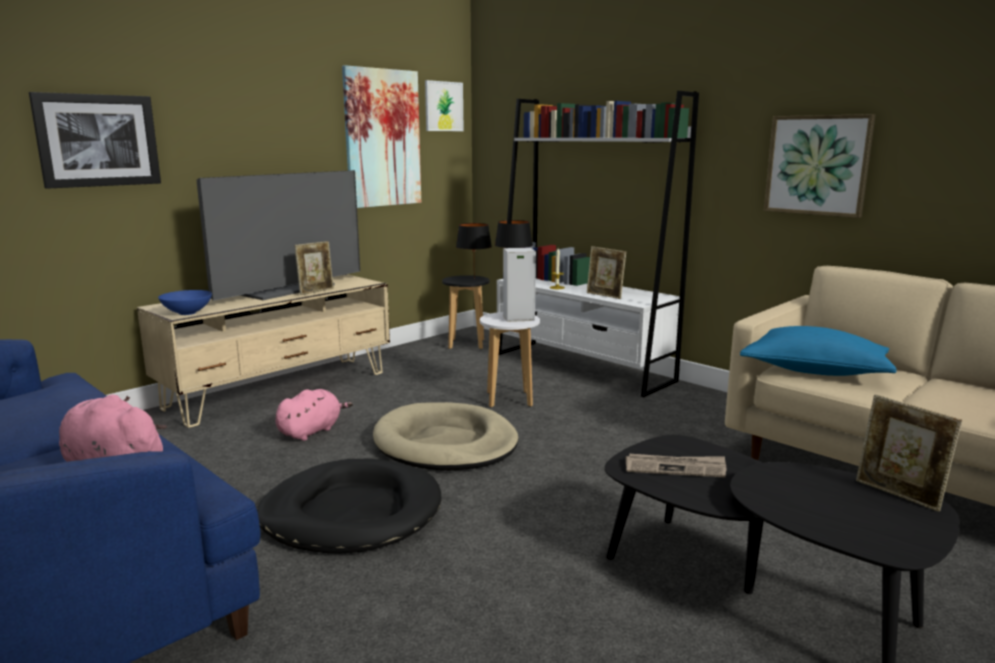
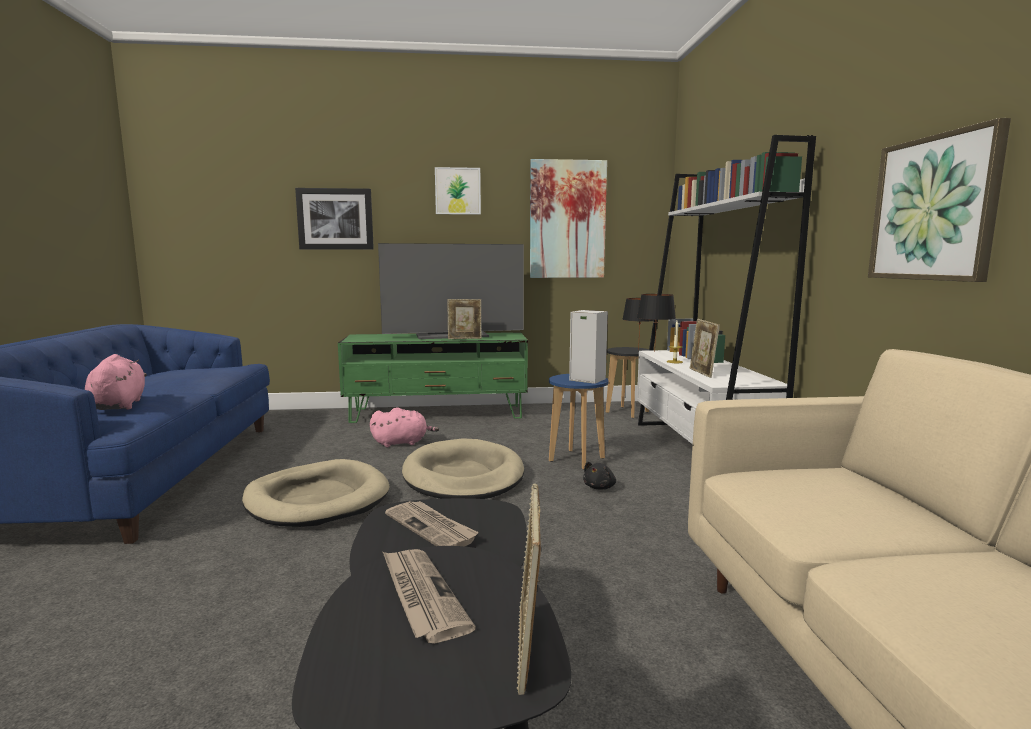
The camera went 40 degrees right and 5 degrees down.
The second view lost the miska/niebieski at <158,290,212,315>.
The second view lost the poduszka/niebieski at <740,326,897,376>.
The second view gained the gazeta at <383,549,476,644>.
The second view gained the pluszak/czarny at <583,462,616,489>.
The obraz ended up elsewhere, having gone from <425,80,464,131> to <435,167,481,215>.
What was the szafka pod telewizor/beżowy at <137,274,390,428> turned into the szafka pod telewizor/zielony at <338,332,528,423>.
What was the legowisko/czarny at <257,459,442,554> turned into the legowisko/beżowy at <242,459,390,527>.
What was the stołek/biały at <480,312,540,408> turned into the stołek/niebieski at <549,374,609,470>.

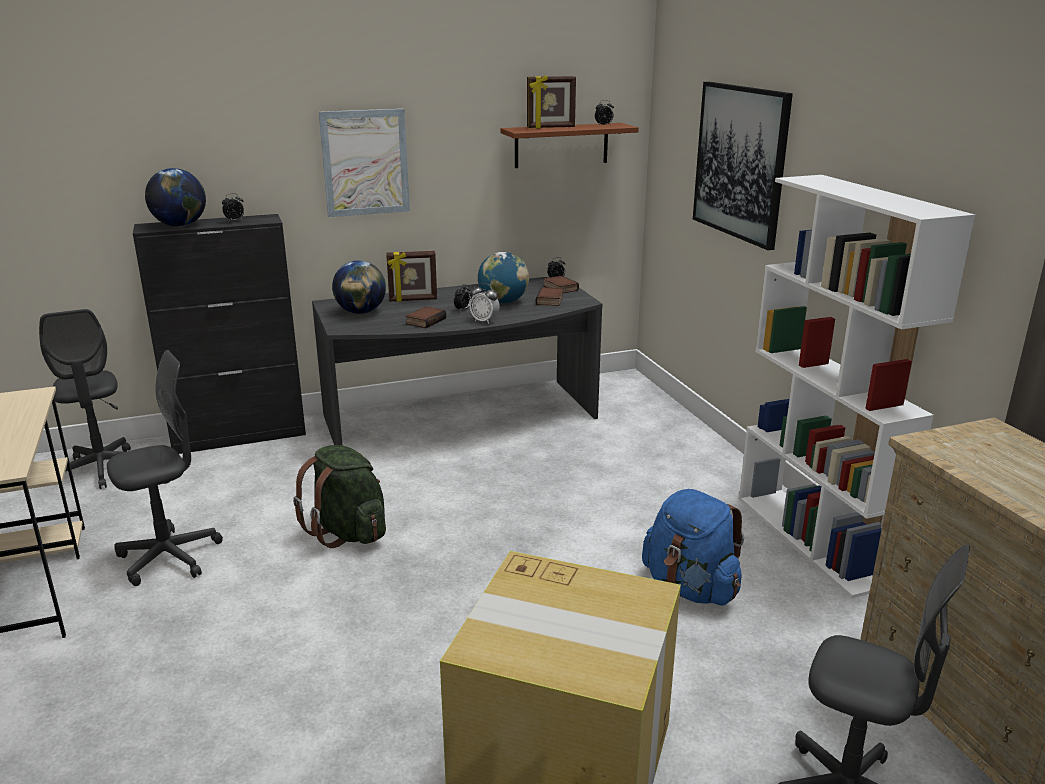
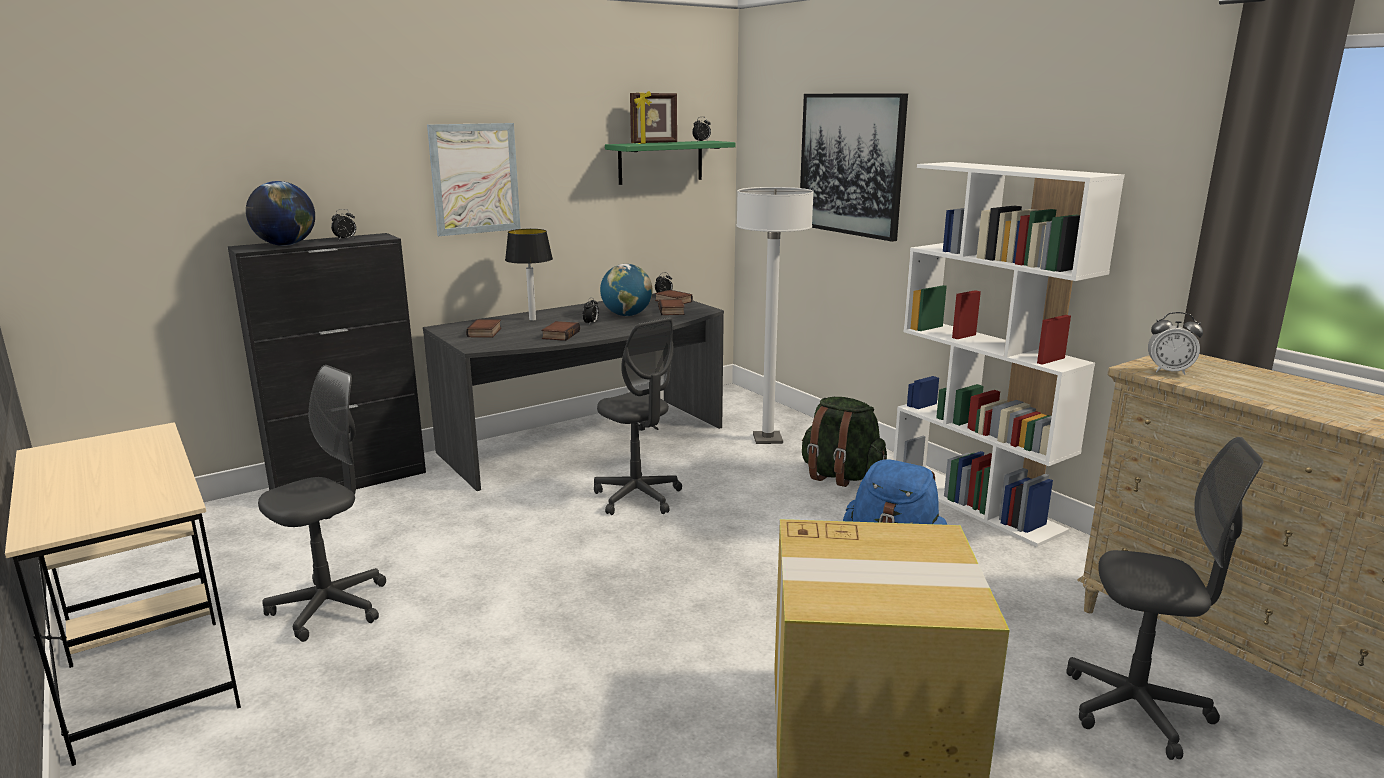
The camera went 15 degrees left and 5 degrees down.
The second view gained the lampa stojąca/biały at <736,187,814,444>.
The krzesło biurowe/szary ended up elsewhere, having gone from <39,309,131,489> to <594,318,682,515>.
The plecak/zielony ended up elsewhere, having gone from <293,445,386,548> to <802,397,887,487>.
The budzik ended up elsewhere, having gone from <469,283,500,324> to <1148,312,1203,375>.
Where the globus stood at <332,260,386,314>, the książka came to stand at <466,319,501,337>.
Where the ramka na zdjęcie stood at <386,251,437,302>, the lampa stołowa came to stand at <505,229,553,321>.
What was the półka/brązowy at <501,123,639,168> turned into the półka/zielony at <605,141,736,185>.

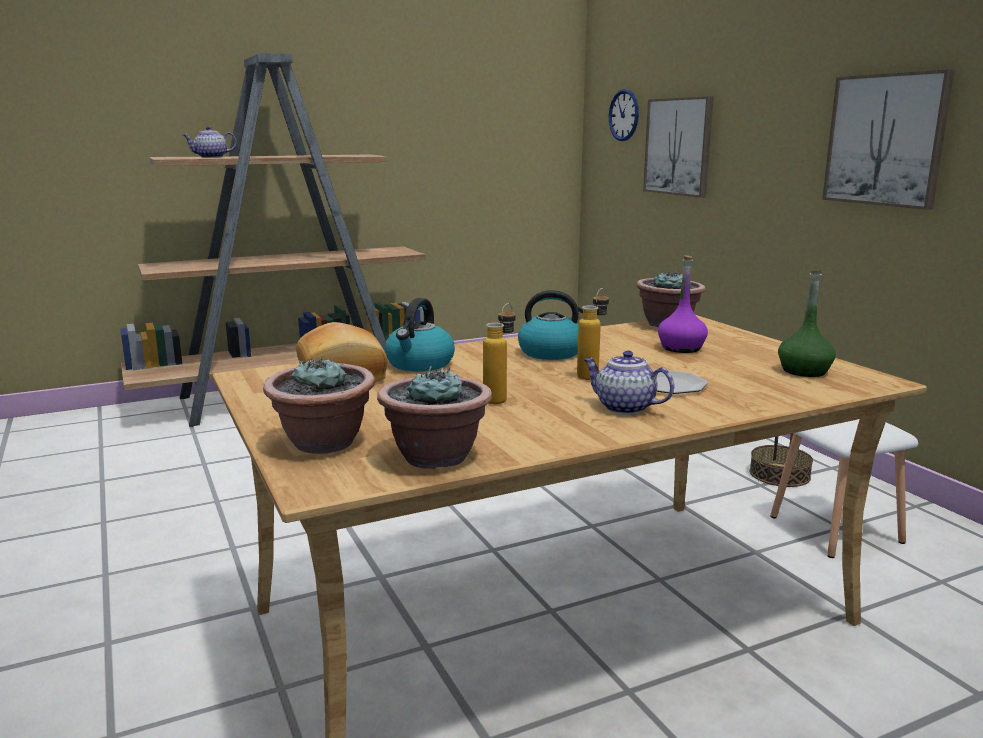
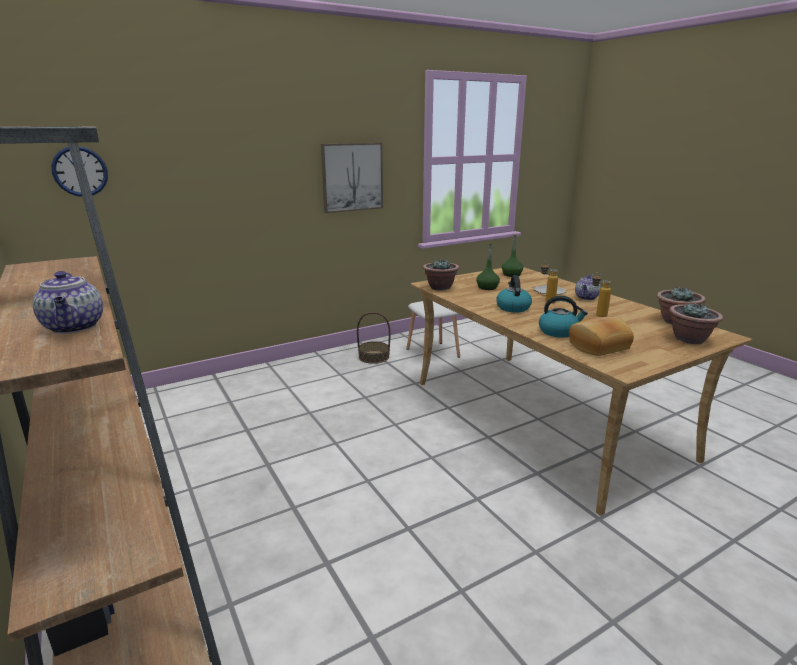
The camera went 95 degrees left and 5 degrees up.
The second view lost the obraz at <643,96,714,198>.
What was the butelka/fioletowy at <658,255,708,353> turned into the butelka/zielony at <476,244,500,290>.

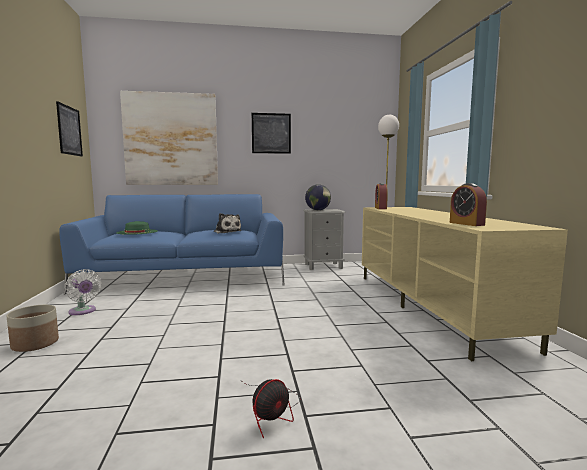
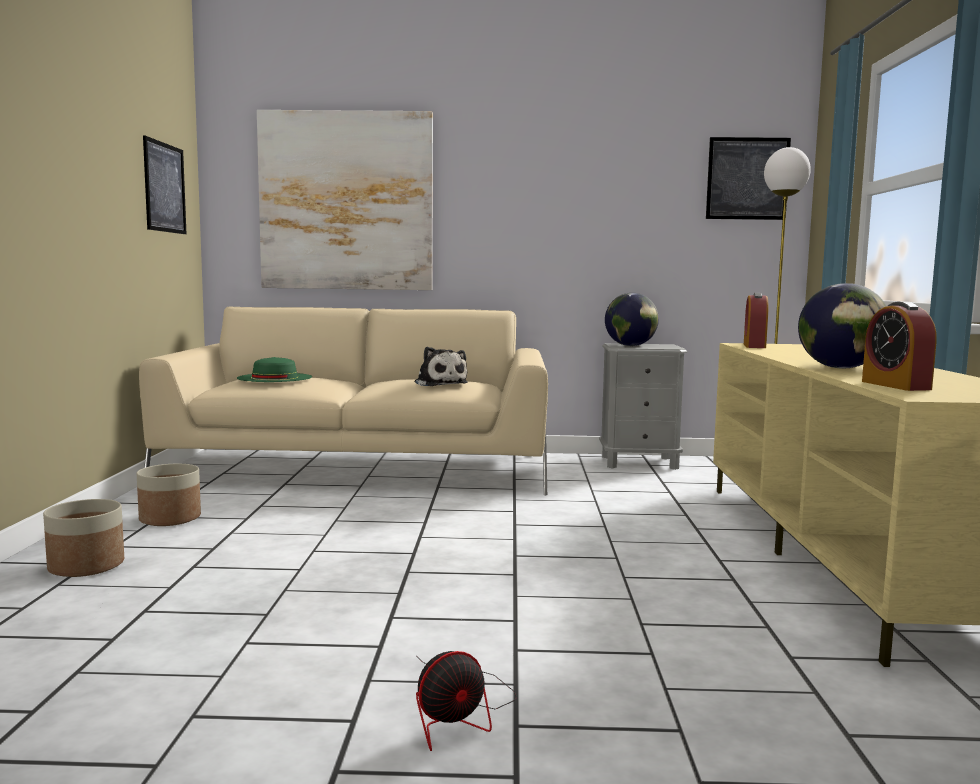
The camera went 10 degrees right and 0 degrees up.
The second view gained the globus at <798,283,886,369>.
The obraz ended up elsewhere, having gone from <252,113,291,154> to <706,137,791,220>.
Where the wentylator/biały stood at <65,269,102,315>, the donica came to stand at <137,464,201,526>.
What was the kanapa/niebieski at <59,194,285,295> turned into the kanapa/beżowy at <139,307,548,495>.

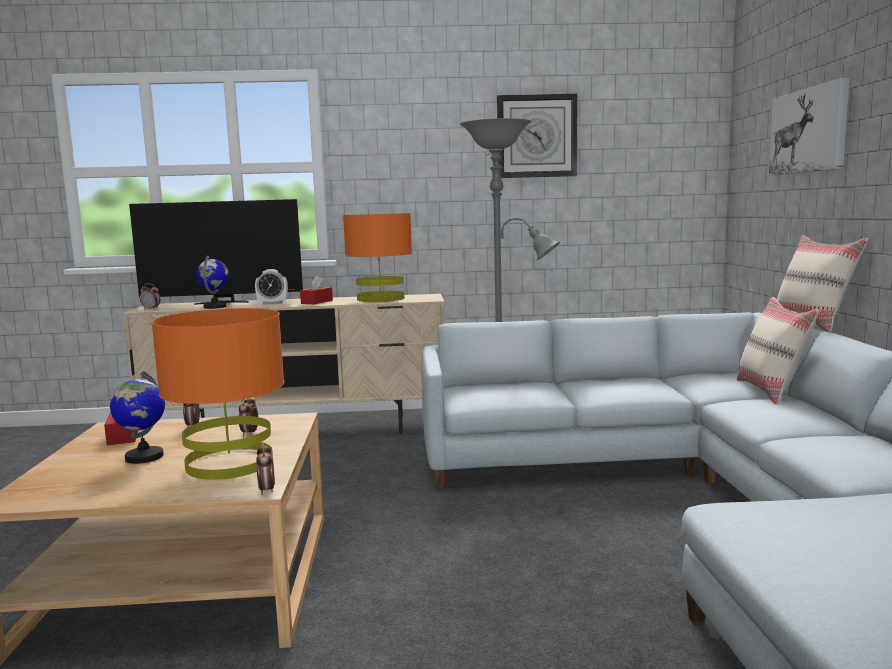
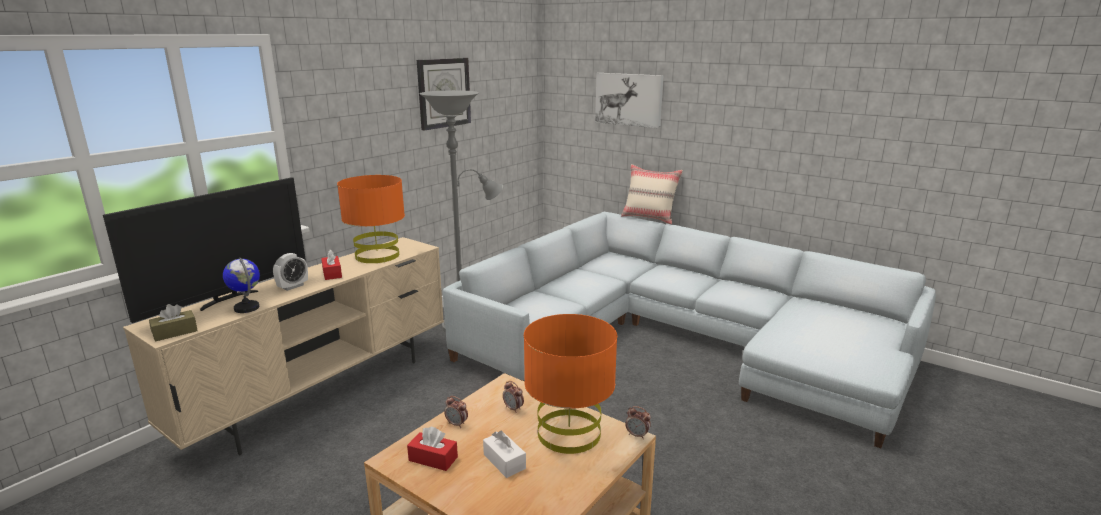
The camera went 50 degrees left and 10 degrees up.
The second view lost the poduszka/beżowy at <737,297,819,404>.
Where the globus stood at <110,371,165,464>, the pudełko chusteczek/biały came to stand at <483,431,526,478>.
Where the budzik stood at <140,283,160,310>, the pudełko chusteczek/brązowy came to stand at <149,304,198,342>.

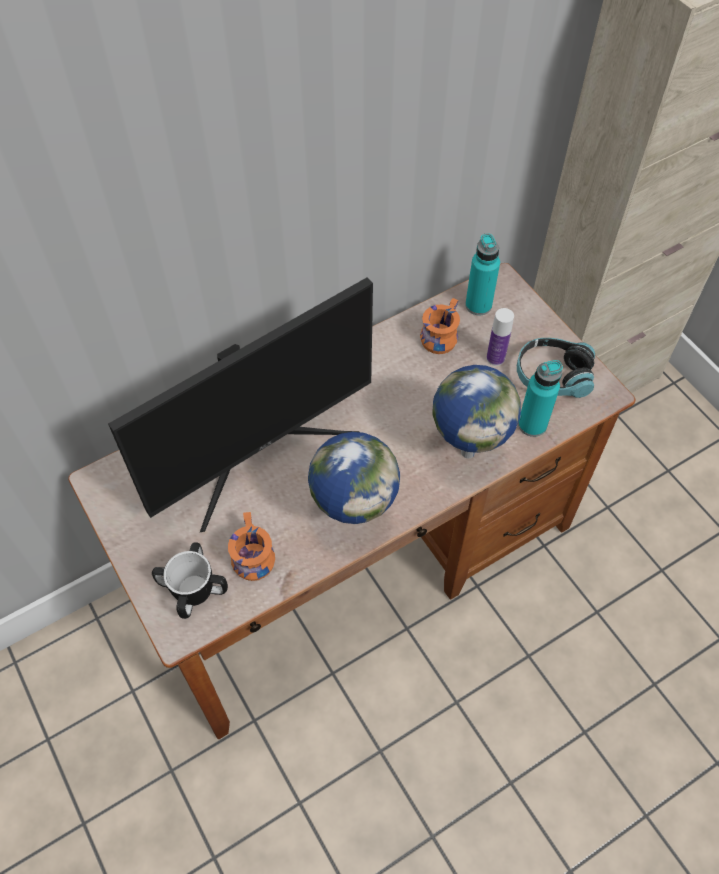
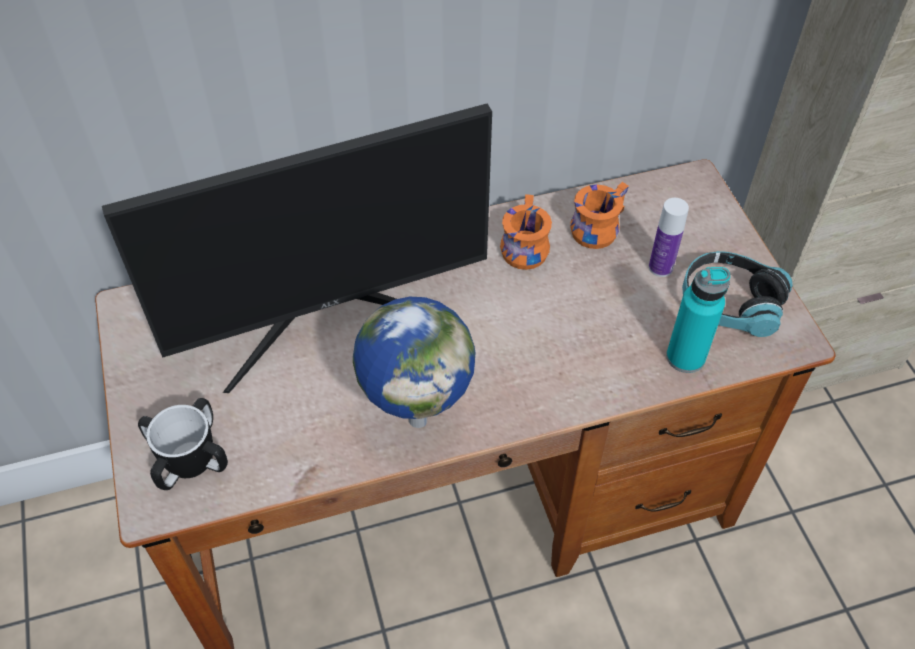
The camera went 15 degrees right and 5 degrees down.
The second view lost the globus at <433,365,521,458>.
The second view lost the butelka/turkusowy at <465,233,500,316>.
The kubek/pomarańczowy ended up elsewhere, having gone from <228,512,275,581> to <500,194,552,270>.

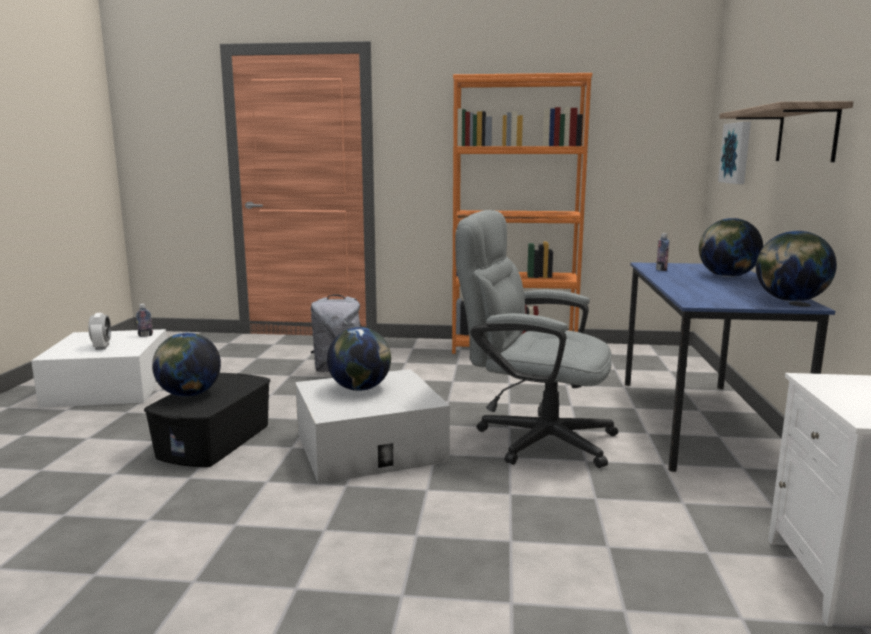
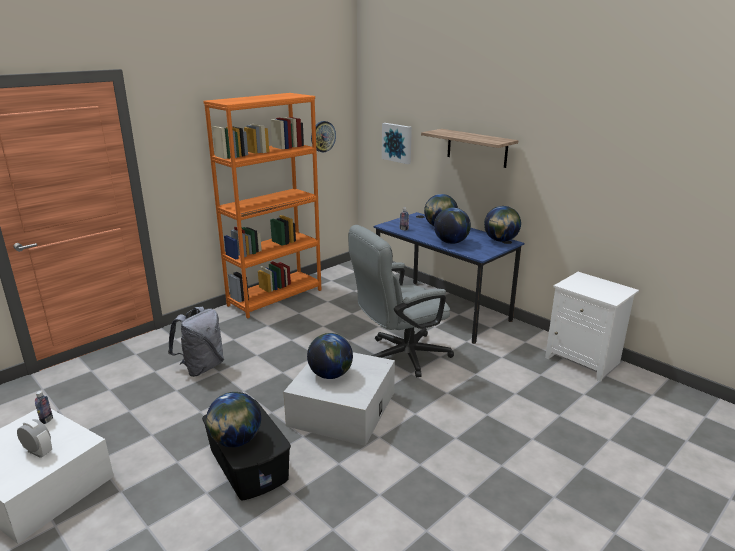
The camera went 50 degrees left and 10 degrees up.
The second view gained the zegar ścienny at <311,121,336,152>.
The second view gained the globus at <434,207,471,244>.

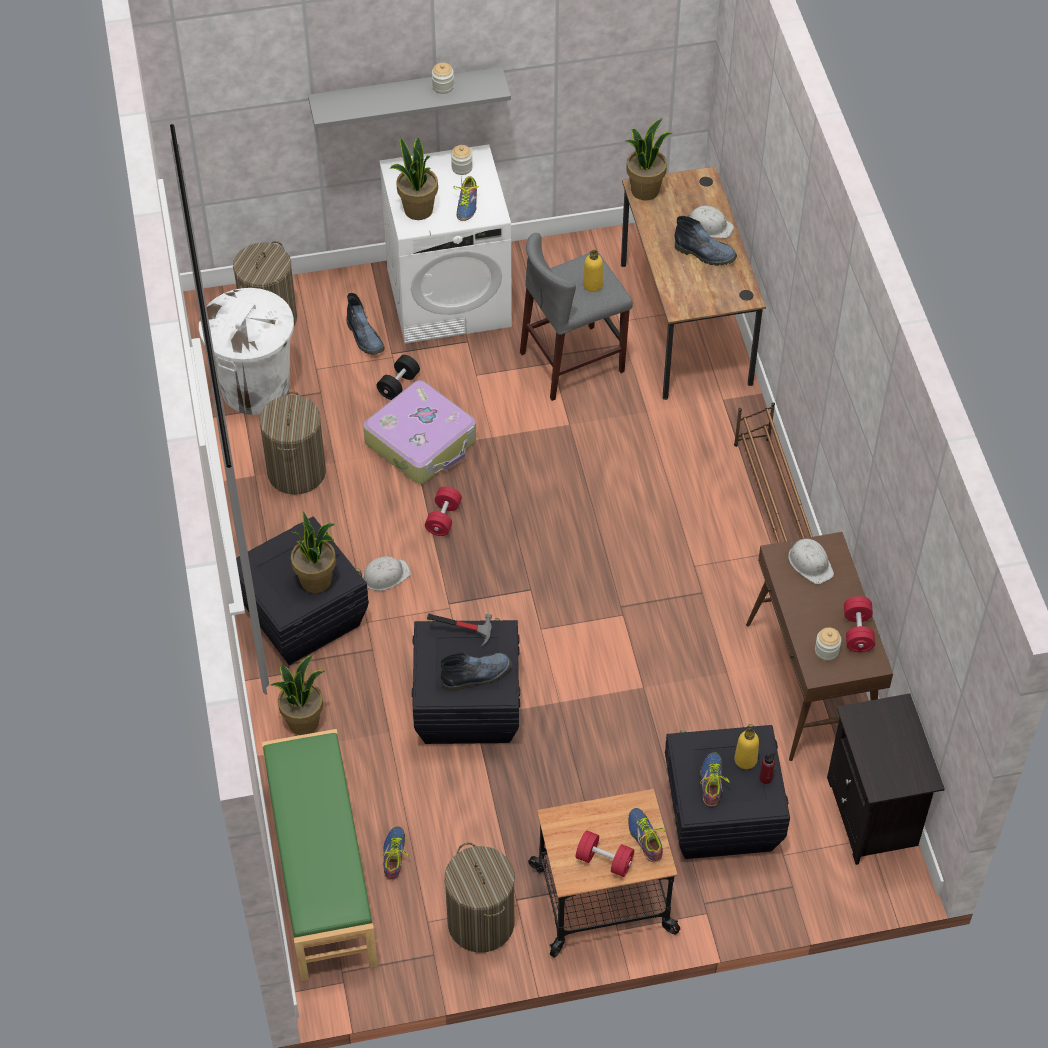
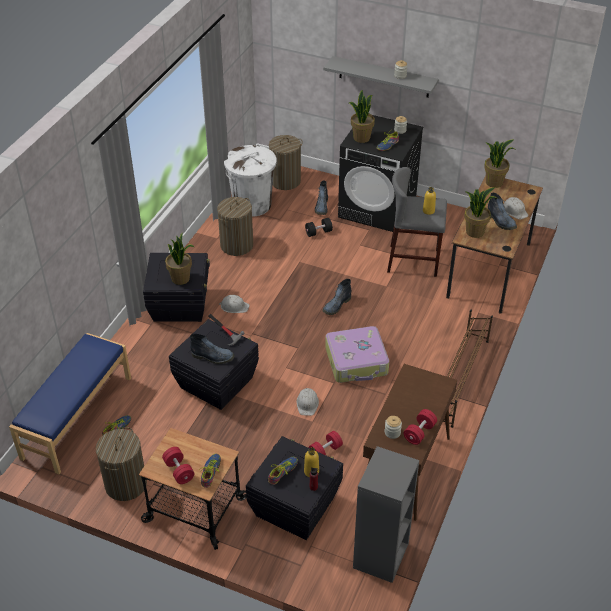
The camera went 35 degrees right and 10 degrees down.
The second view gained the but z cholewką at <323,279,351,315>.
The roślina doniczkowa ended up elsewhere, having gone from <270,654,325,735> to <464,188,497,238>.
The walizka ended up elsewhere, having gone from <363,380,476,484> to <325,326,389,383>.
The hantel/czerwony ended up elsewhere, having gone from <425,487,462,536> to <309,431,343,455>.
The kask/biały ended up elsewhere, having gone from <788,539,834,584> to <297,388,319,416>.
Where the szafka nocna/czarny stood at <827,693,945,865>, the regał/szary came to stand at <353,446,419,583>.
What was the ławka/zielony at <262,729,378,981> turned into the ławka/niebieski at <9,333,131,474>.
What was the pralka/biały at <379,144,512,344> turned into the pralka/czarny at <338,115,423,232>.

